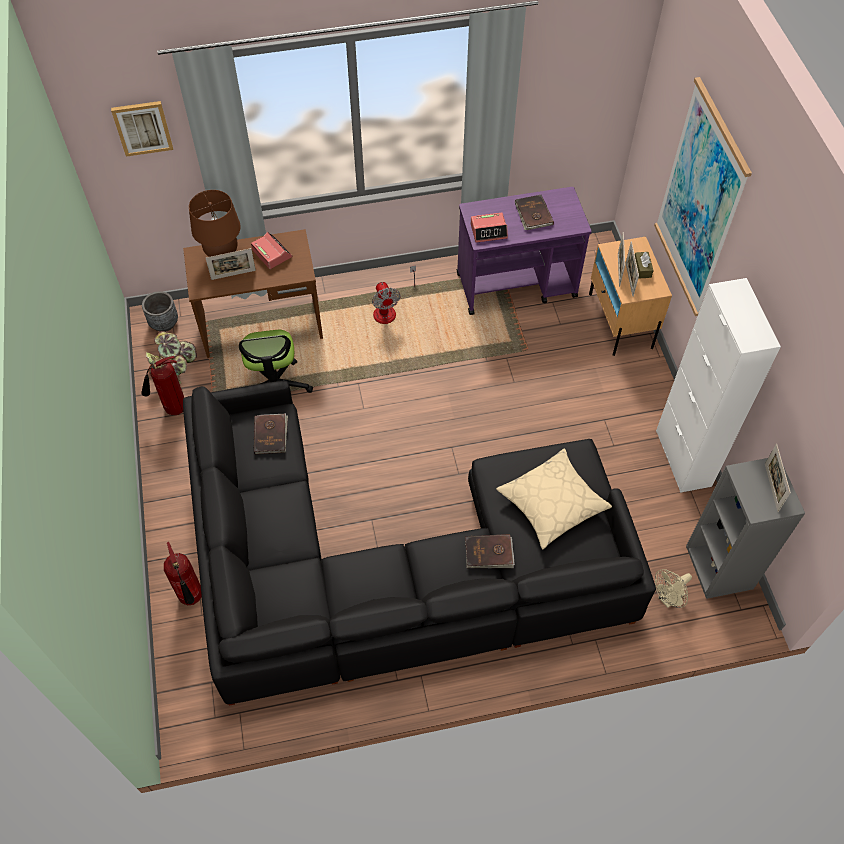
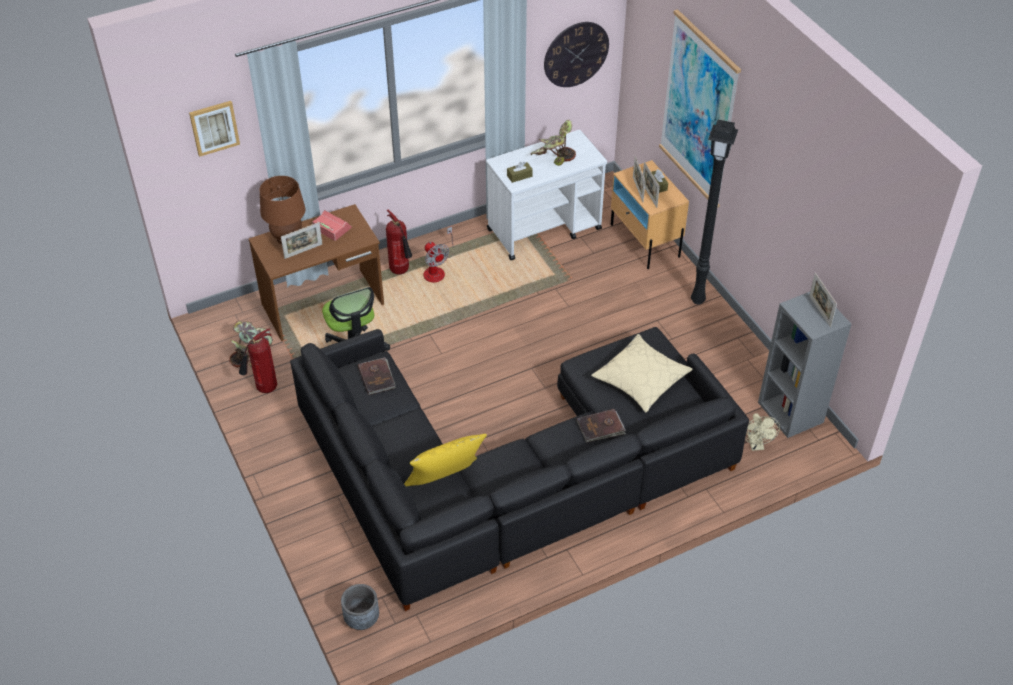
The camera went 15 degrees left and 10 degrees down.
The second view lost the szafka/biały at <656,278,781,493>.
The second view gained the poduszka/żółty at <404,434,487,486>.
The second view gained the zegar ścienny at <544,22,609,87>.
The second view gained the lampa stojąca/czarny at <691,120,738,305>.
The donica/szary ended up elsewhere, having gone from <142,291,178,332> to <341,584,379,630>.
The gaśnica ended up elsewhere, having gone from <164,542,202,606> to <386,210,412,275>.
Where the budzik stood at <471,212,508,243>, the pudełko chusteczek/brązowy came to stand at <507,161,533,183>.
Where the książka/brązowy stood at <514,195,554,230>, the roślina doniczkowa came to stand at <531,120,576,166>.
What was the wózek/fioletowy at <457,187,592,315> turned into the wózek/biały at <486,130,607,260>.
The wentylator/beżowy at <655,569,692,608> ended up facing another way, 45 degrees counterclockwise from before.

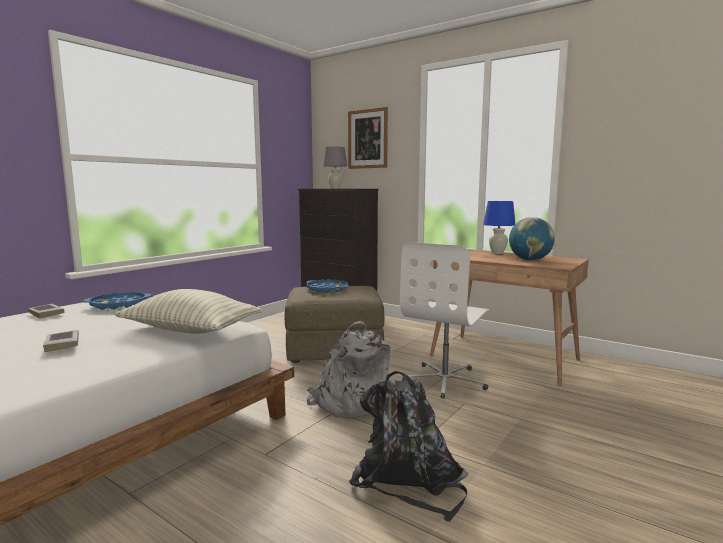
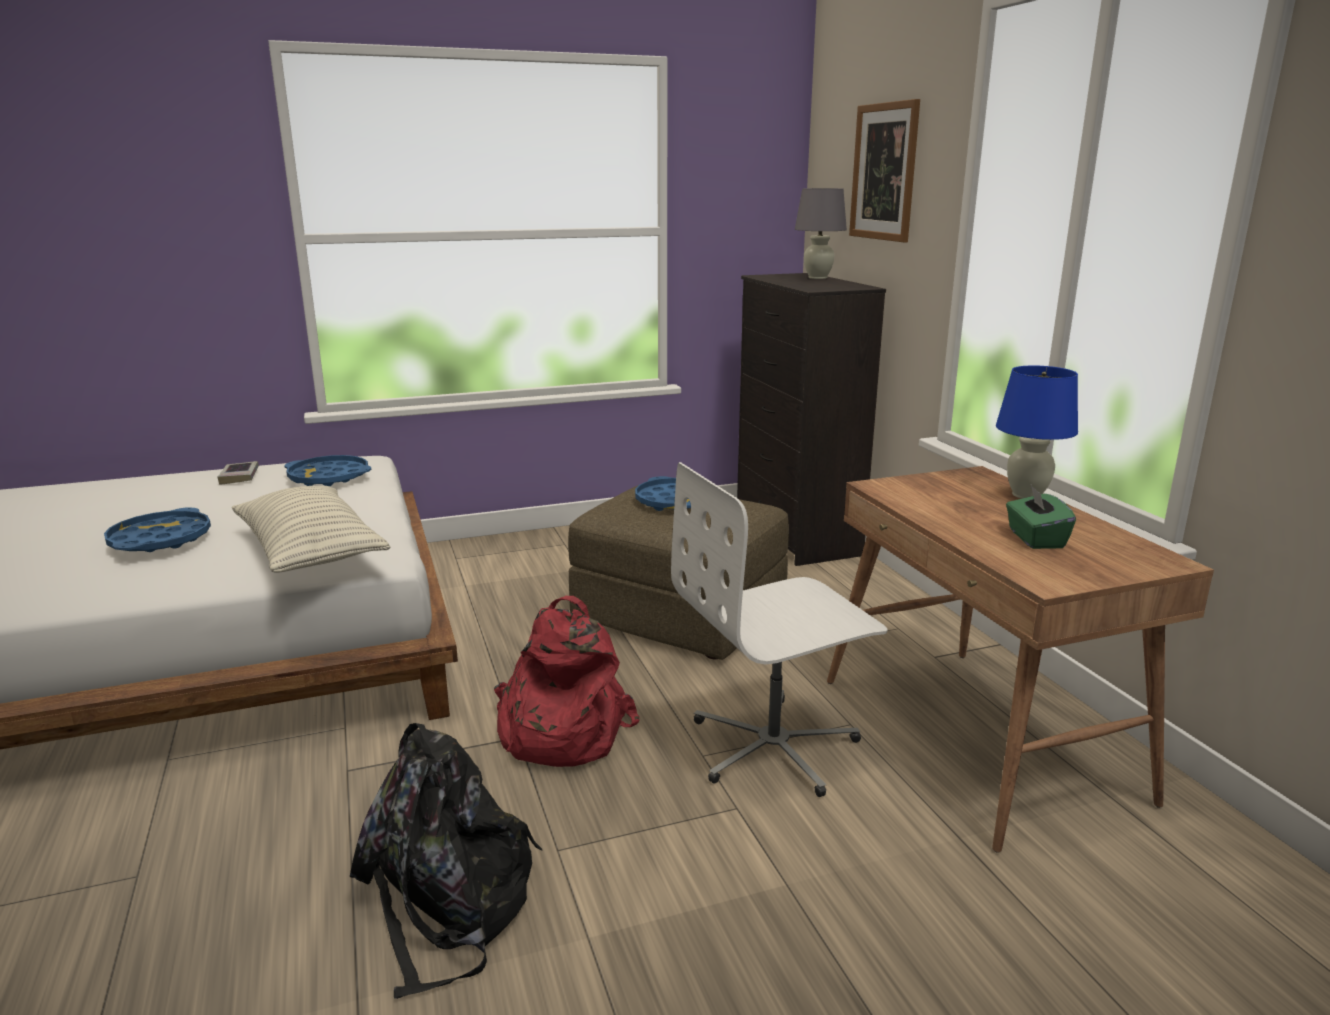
The camera went 35 degrees right and 10 degrees up.
Where the książka stood at <43,330,79,352>, the taca/niebieski came to stand at <104,508,211,552>.
Where the globus stood at <509,217,555,260>, the pudełko chusteczek/zielony came to stand at <1006,485,1076,549>.
What was the plecak/szary at <307,321,390,419> turned into the plecak/czerwony at <494,596,640,767>.

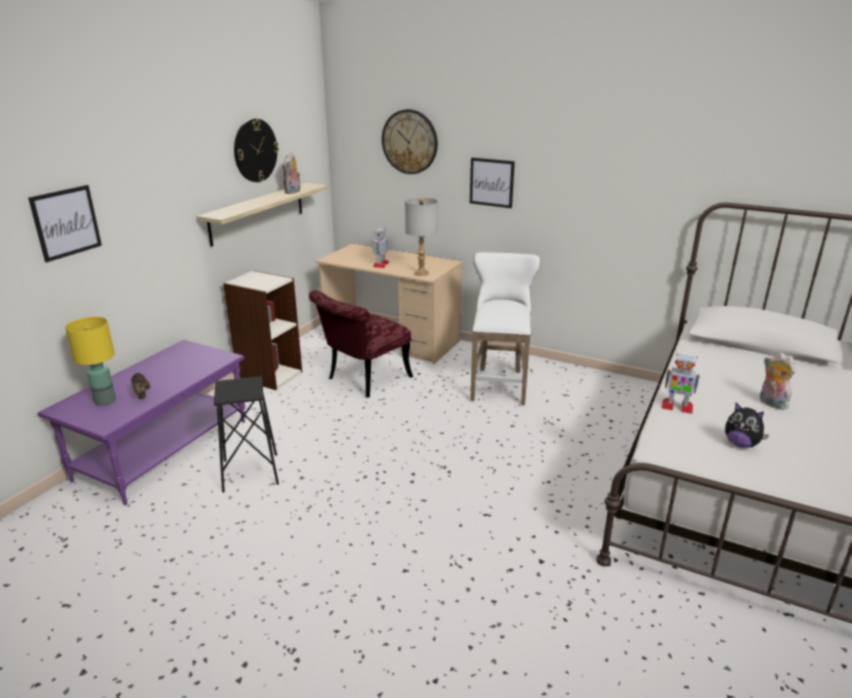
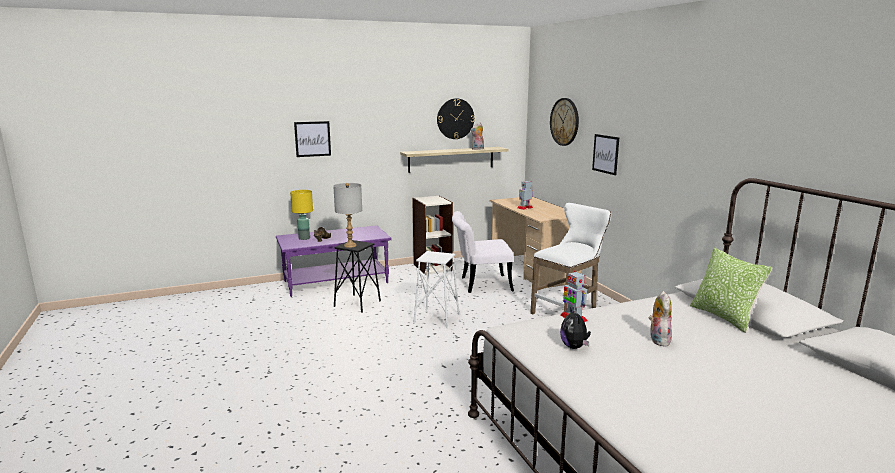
The camera went 40 degrees right and 10 degrees down.
The second view gained the stołek/biały at <413,251,460,329>.
The second view gained the poduszka at <690,248,772,333>.
The lampa stołowa/szary ended up elsewhere, having gone from <405,197,438,276> to <333,183,362,248>.
What was the krzesło/czerwony at <309,290,413,398> turned into the krzesło/biały at <452,211,514,293>.

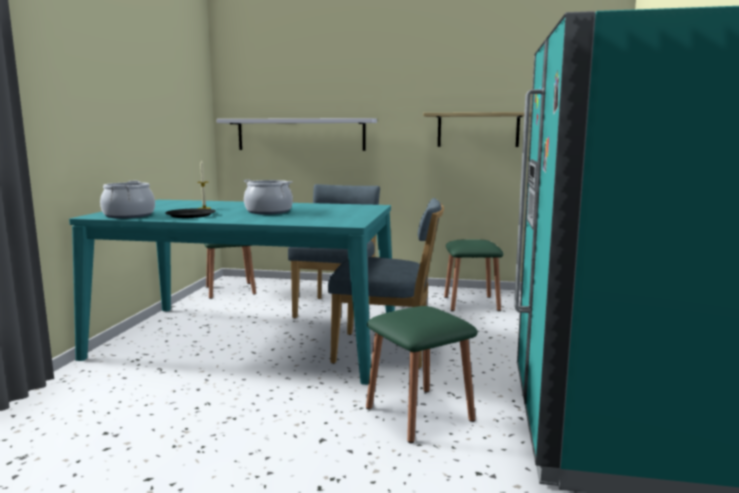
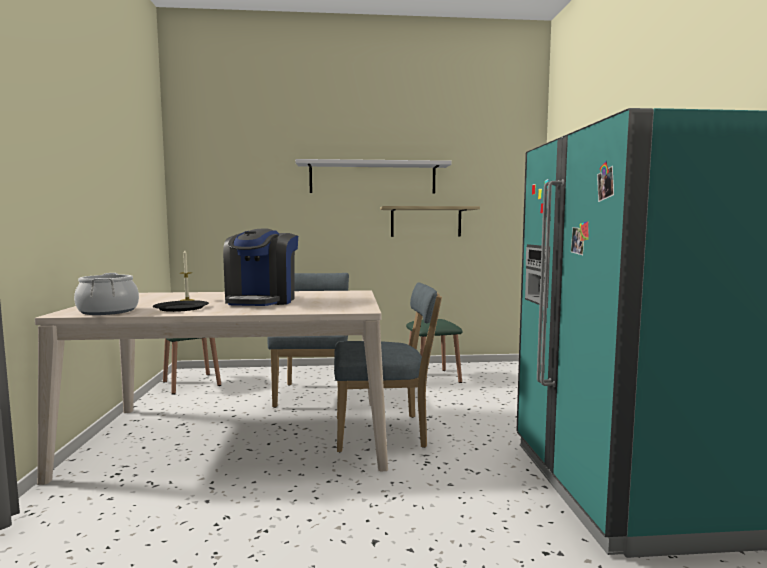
The camera went 15 degrees left and 5 degrees down.
The second view lost the stołek/zielony at <366,306,478,443>.
The półka/biały ended up elsewhere, having gone from <216,118,377,151> to <295,159,452,194>.
Where the garnek stood at <244,180,293,215>, the ekspres do kawy came to stand at <223,229,298,306>.
What was the stół jadalny/turkusowy at <69,200,395,385> turned into the stół jadalny/beżowy at <35,290,388,485>.

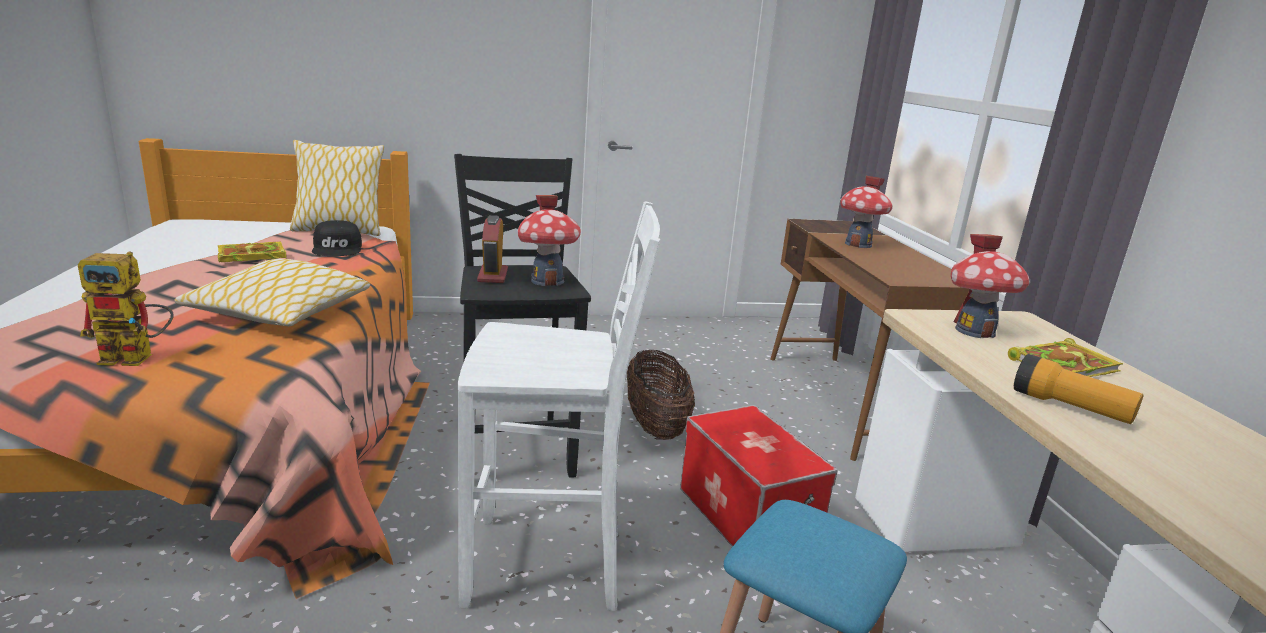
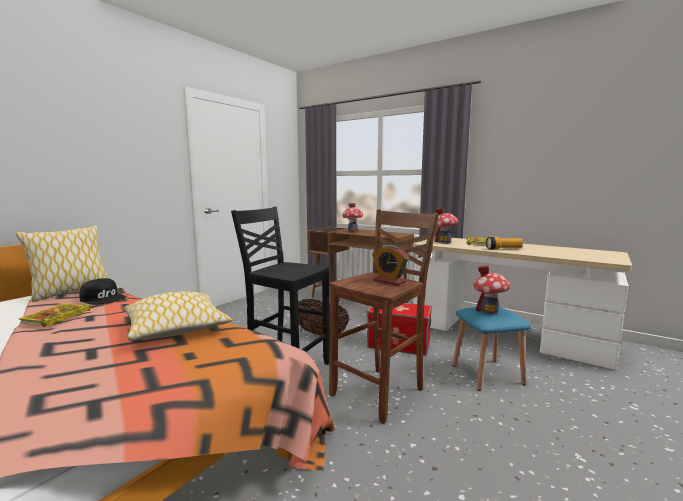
The camera went 45 degrees left and 10 degrees down.
The second view lost the robot zabawkowy at <78,252,174,366>.
The budzik ended up elsewhere, having gone from <477,215,508,283> to <372,245,409,286>.
The domek ended up elsewhere, having gone from <517,195,581,286> to <474,265,510,315>.
What was the stołek/biały at <458,201,660,611> turned into the stołek/brązowy at <329,210,439,424>.

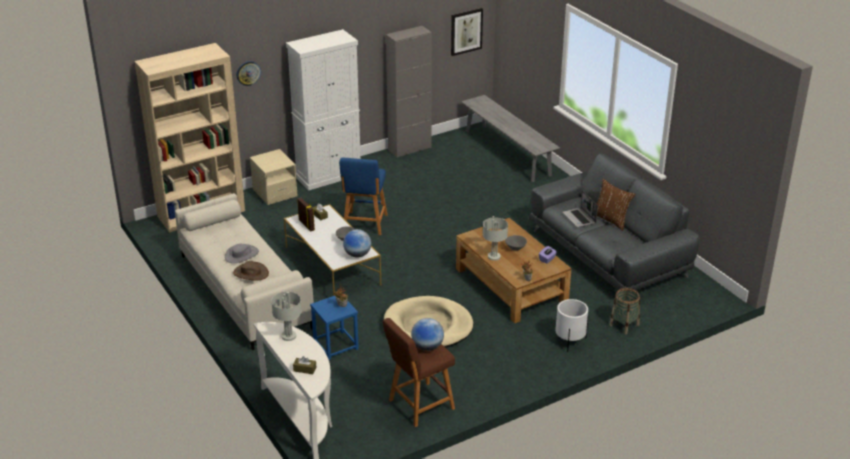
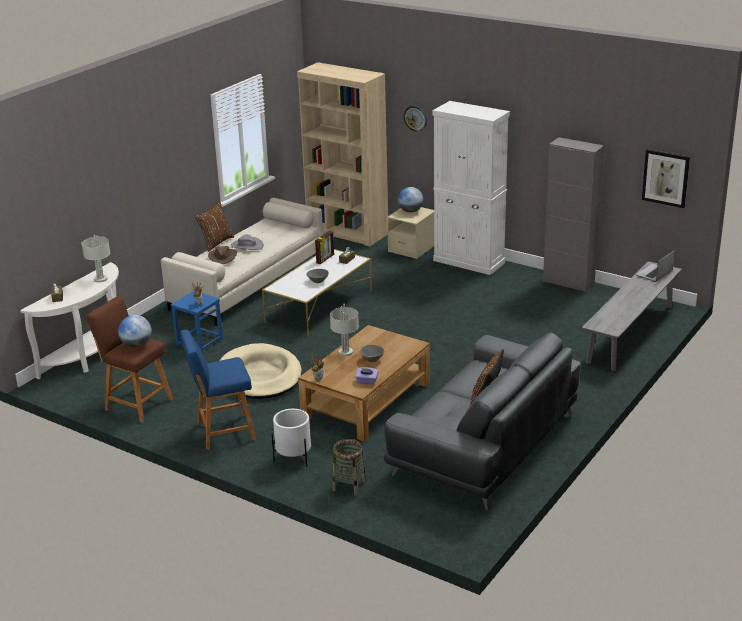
The camera went 65 degrees right and 5 degrees down.
The second view gained the poduszka/brązowy at <194,201,234,252>.
The stołek/niebieski ended up elsewhere, having gone from <339,157,388,235> to <180,330,256,450>.
The globus ended up elsewhere, having gone from <343,229,371,257> to <398,187,423,213>.
The laptop ended up elsewhere, having gone from <562,190,598,228> to <636,250,675,282>.

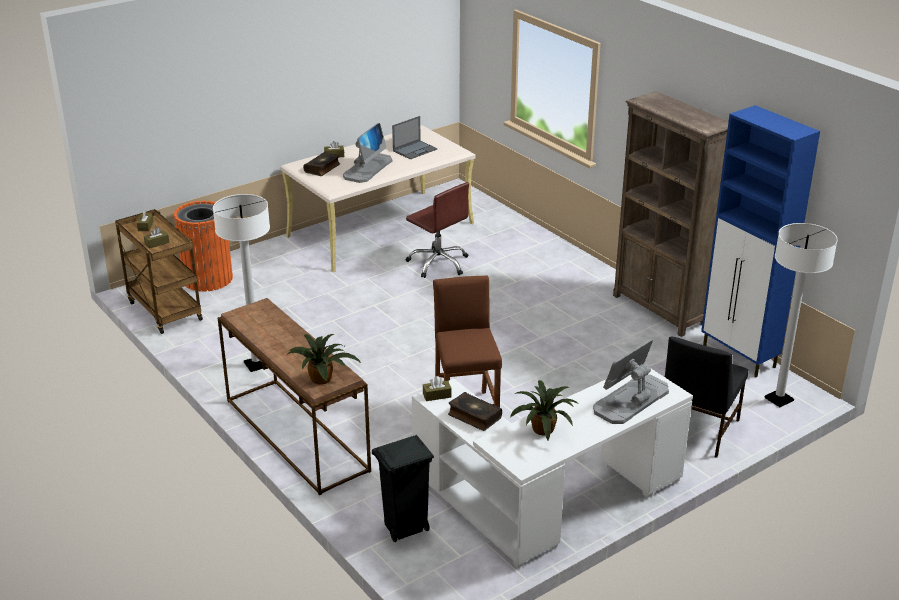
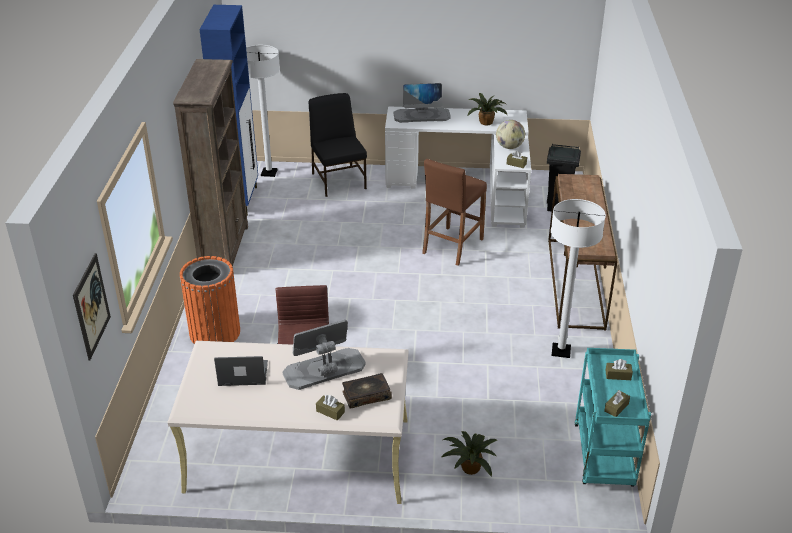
The camera went 140 degrees left and 5 degrees up.
The second view gained the obraz at <73,253,111,360>.
The kosz na śmieci/pomarańczowy ended up elsewhere, having gone from <174,201,233,292> to <180,256,240,344>.
The roślina doniczkowa ended up elsewhere, having gone from <288,334,362,385> to <442,431,497,477>.
Where the książka stood at <448,392,502,431>, the globus came to stand at <496,120,525,149>.
What was the wózek/brązowy at <115,209,203,334> turned into the wózek/turkusowy at <574,348,651,487>.
The krzesło/czarny at <665,337,748,458> ended up facing another way, 90 degrees counterclockwise from before.

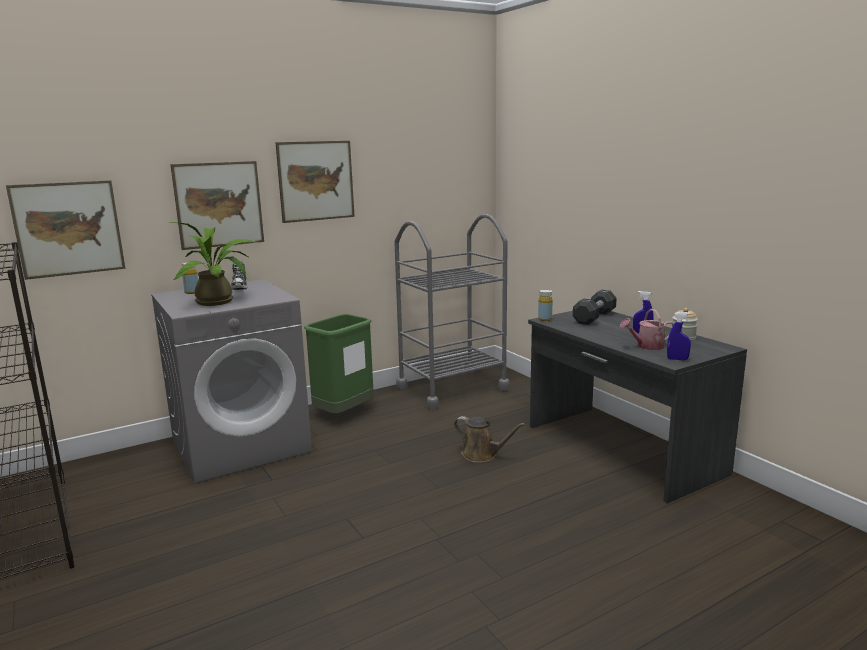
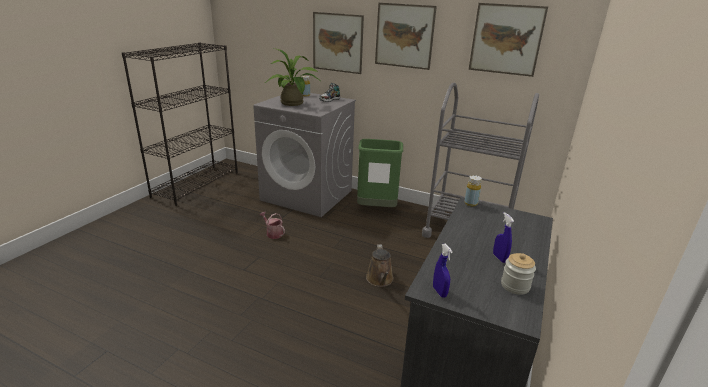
The camera went 55 degrees right and 10 degrees up.
The second view lost the hantel/czarny at <573,290,617,325>.
The obraz ended up elsewhere, having gone from <6,180,126,280> to <469,3,548,77>.
The konewka ended up elsewhere, having gone from <620,309,674,350> to <259,211,285,239>.

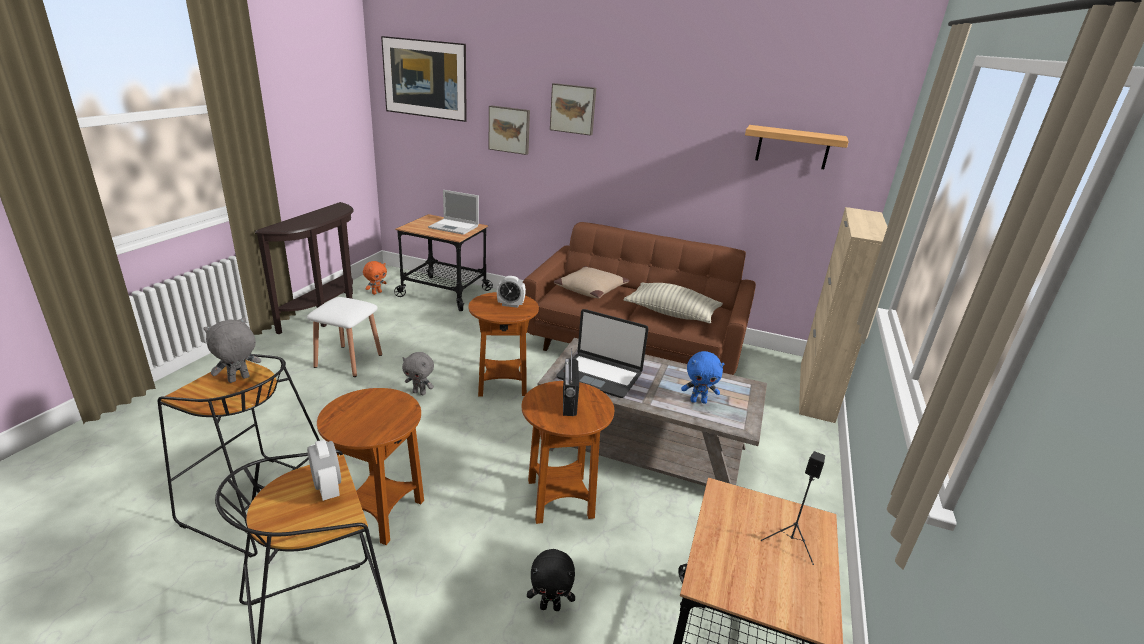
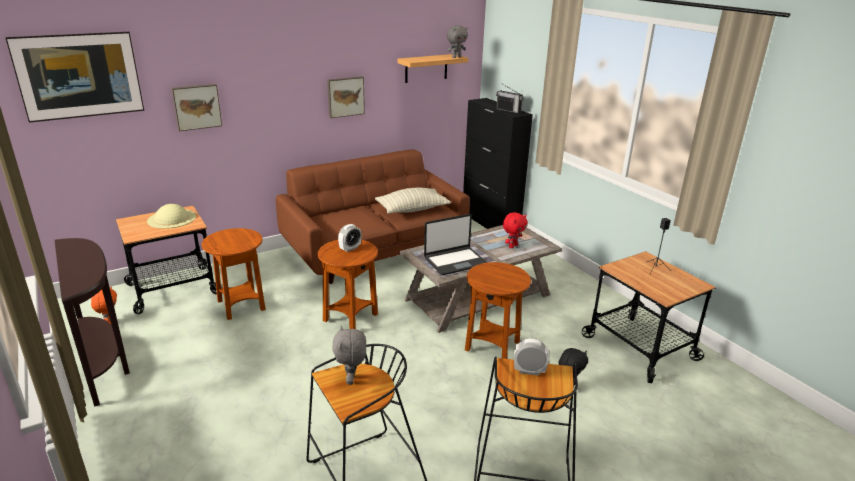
The camera went 50 degrees left and 0 degrees up.
The second view lost the stołek/biały at <307,297,382,377>.
The second view lost the poduszka/beżowy at <554,266,630,298>.
The stolik/brązowy ended up elsewhere, having gone from <317,388,424,545> to <202,228,266,320>.
The pluszak/szary ended up elsewhere, having gone from <402,352,434,395> to <447,25,468,58>.
The obraz ended up elsewhere, having gone from <550,83,596,136> to <327,76,365,118>.
The radio ended up elsewhere, having gone from <563,348,579,416> to <496,84,524,113>.
Where the laptop stood at <428,190,479,235>, the kapelusz/beżowy came to stand at <147,204,196,229>.
What was the pluszak/niebieski at <681,351,724,404> turned into the pluszak/czerwony at <503,212,527,248>.
What was the szafka/beżowy at <799,207,888,423> turned into the szafka/czarny at <463,98,533,229>.

